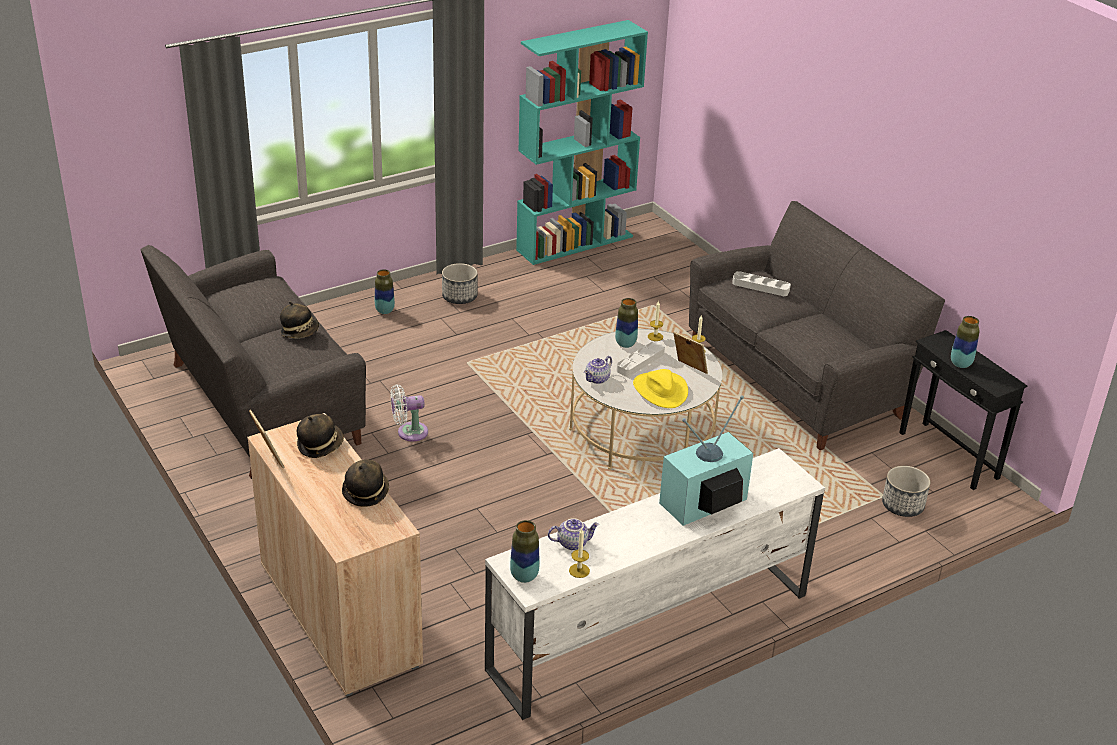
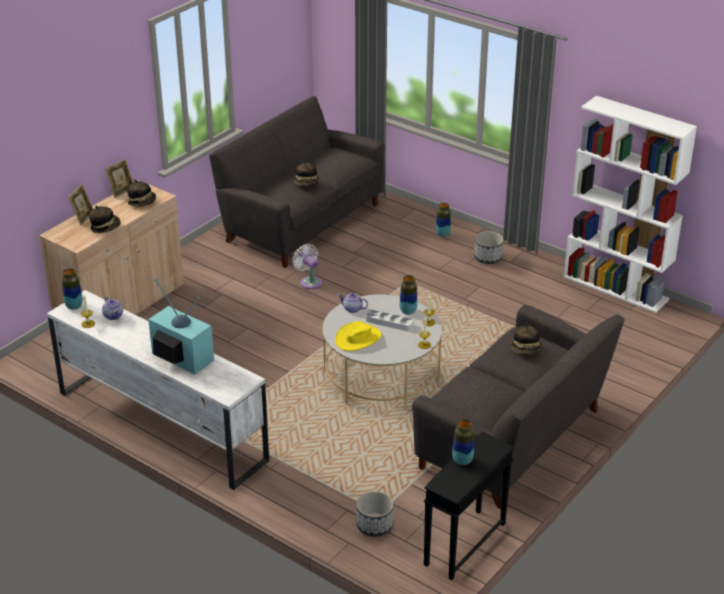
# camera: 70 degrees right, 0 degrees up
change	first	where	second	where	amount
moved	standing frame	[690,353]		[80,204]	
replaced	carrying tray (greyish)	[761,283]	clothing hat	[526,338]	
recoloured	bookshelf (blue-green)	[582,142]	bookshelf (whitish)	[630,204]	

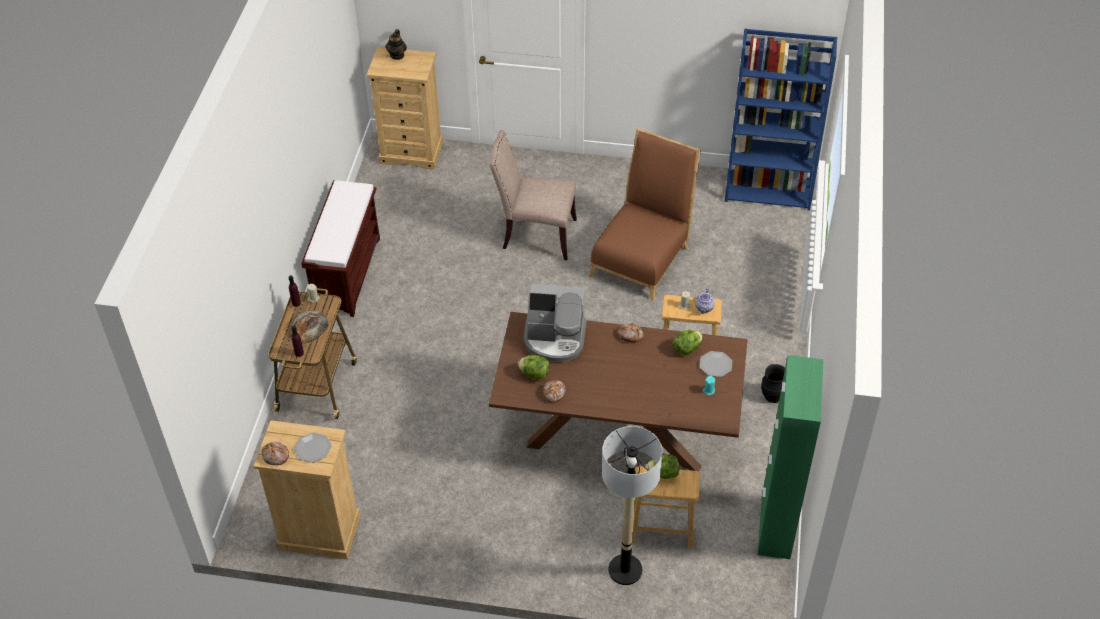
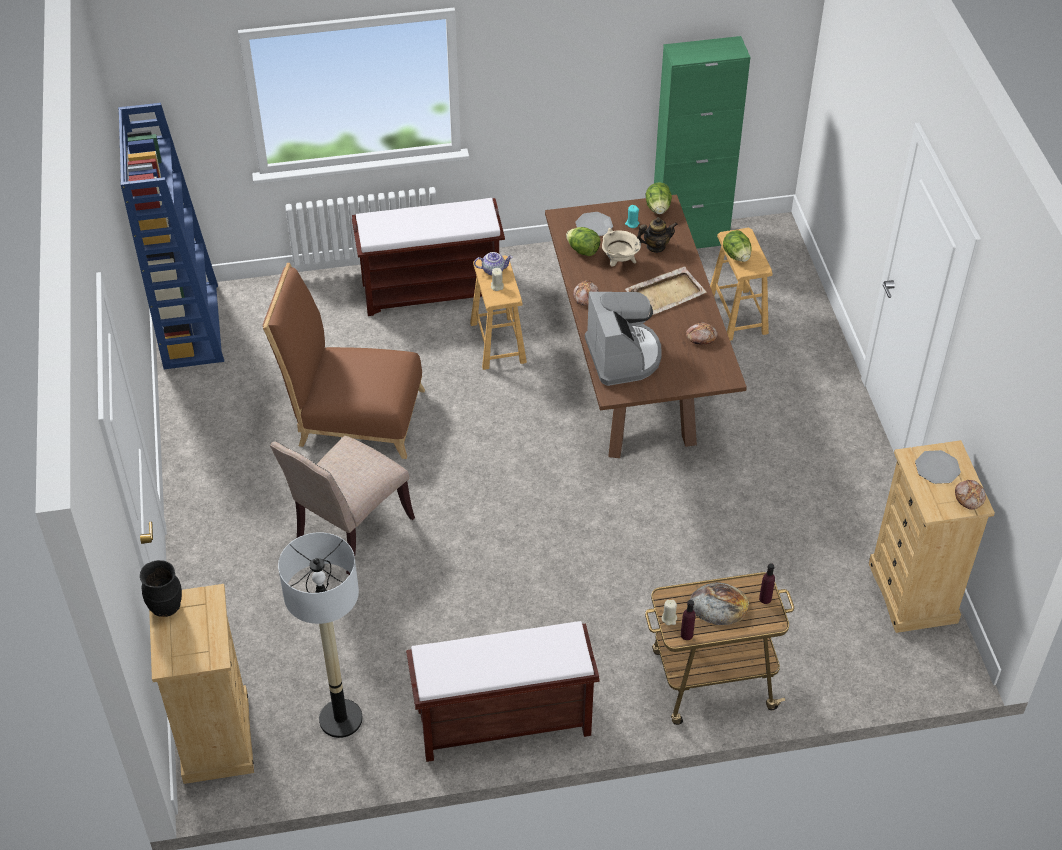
# camera: 110 degrees left, 0 degrees up
change	first	where	second	where	amount
moved	decorative vase (black-coloured)	[773,383]		[161,588]	
turned	plain chair (beige)	[533,195]		[342,505]	45 degrees clockwise
moved	standard lamp	[632,505]		[320,635]	
added			bench (brown)	[428,257]	
added			saucepot (beige)	[621,247]	
added			carrying tray (beige)	[666,290]	
moved	pot for tea	[396,44]		[657,235]	
moved	lettuce	[533,367]		[658,198]	

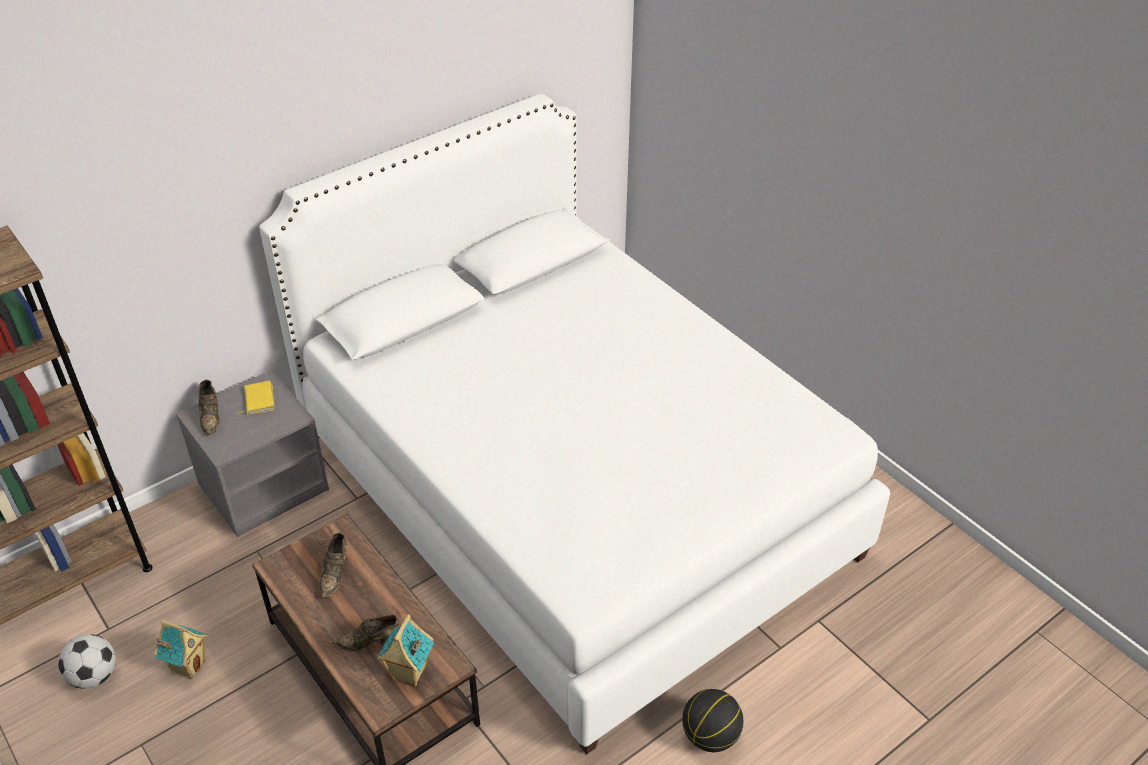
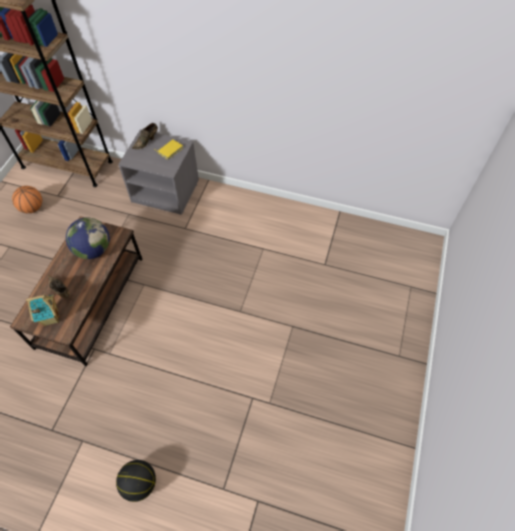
# camera: 55 degrees right, 15 degrees up
change	first	where	second	where	amount
replaced	football	[87,661]	basketball ball	[27,199]	
replaced	item of footwear (brown)	[333,565]	globe	[88,238]	
removed	miniature house	[180,649]			
removed	sleeping bed (whitish)	[574,423]			

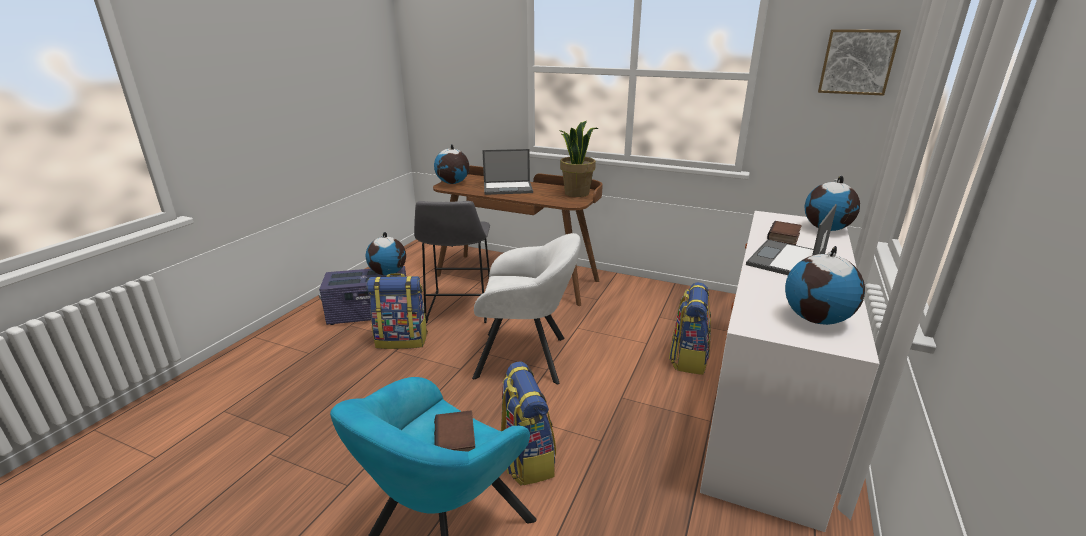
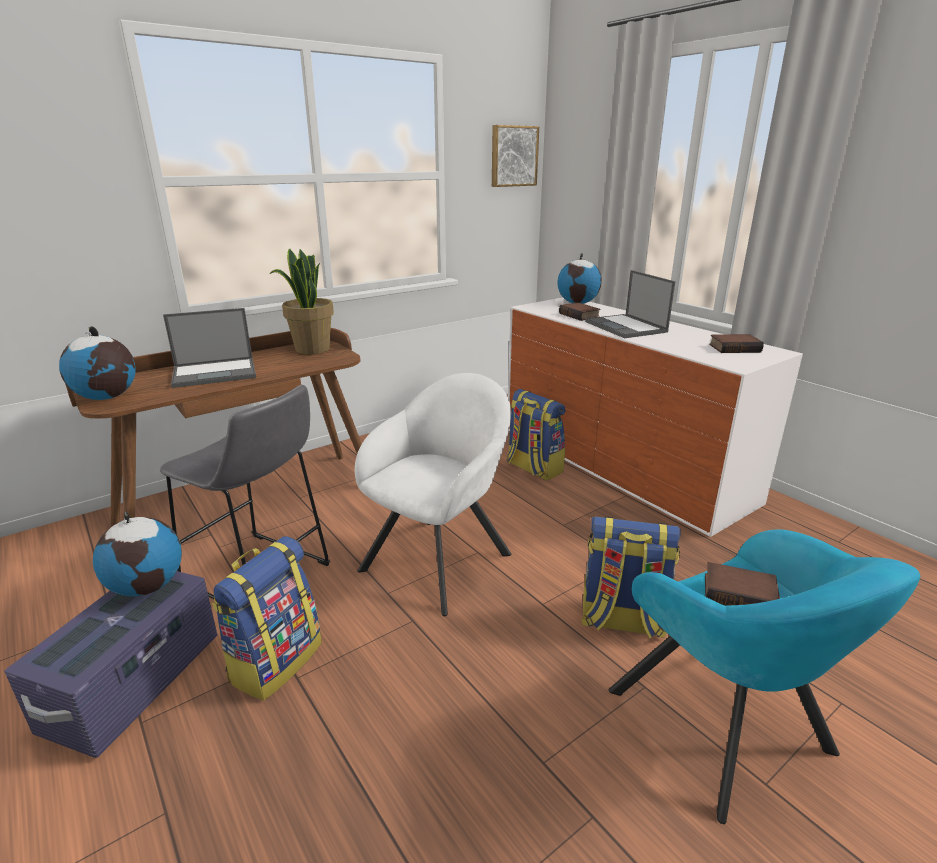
# camera: 60 degrees left, 0 degrees up
change	first	where	second	where	amount
turned	notebook computer	[507,172]		[209,348]	45 degrees clockwise
replaced	globe	[825,285]	volume	[736,343]	

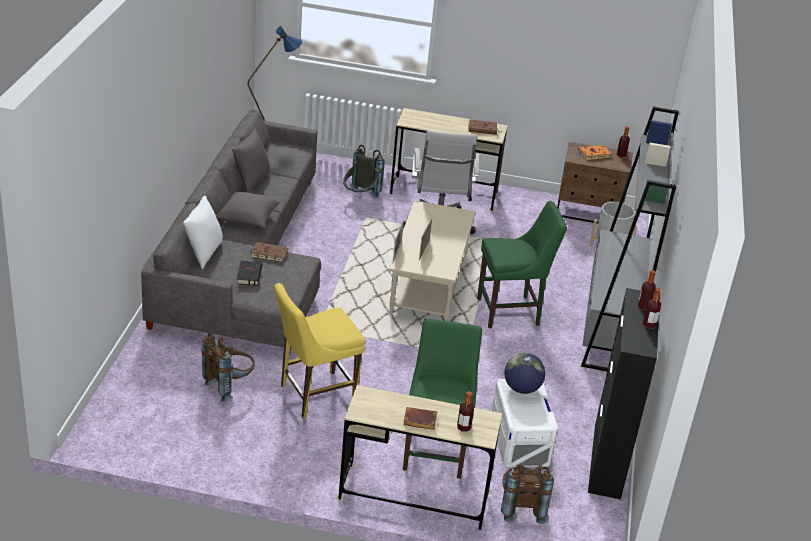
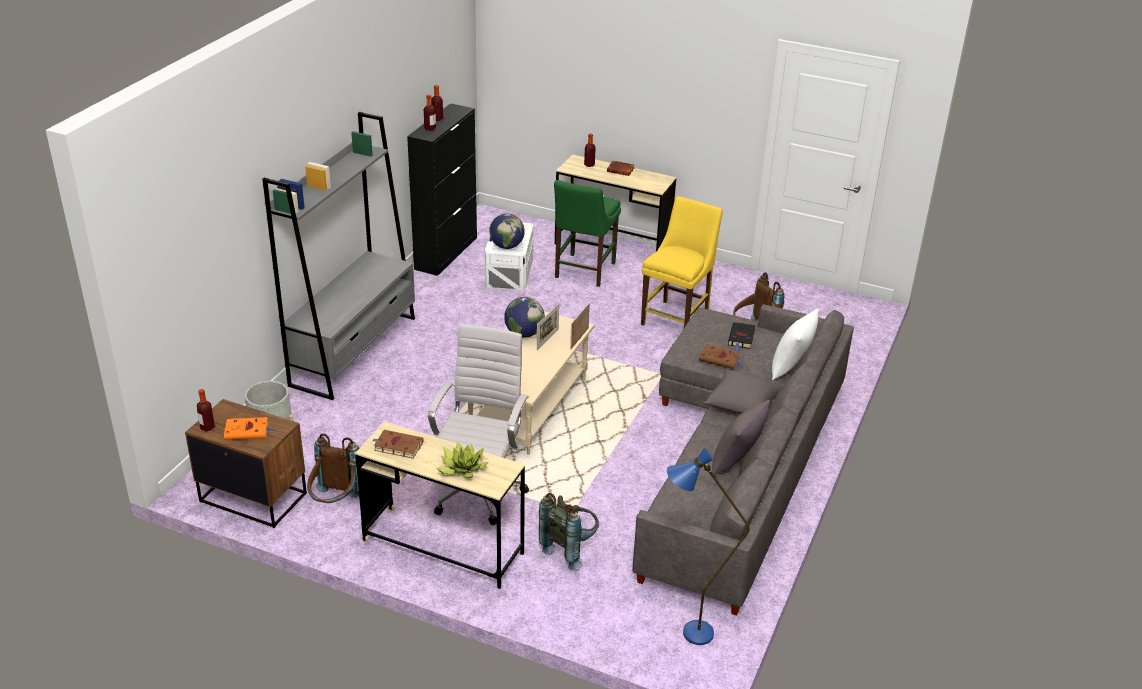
# camera: 165 degrees left, 0 degrees up
change	first	where	second	where	amount
moved	knapsack (brown)	[527,494]		[333,468]	
added			houseplant	[462,460]	
added			globe	[524,317]	
turned	plain chair (yellow)	[319,351]		[682,261]	45 degrees counterclockwise
removed	plain chair (greenish)	[522,264]			

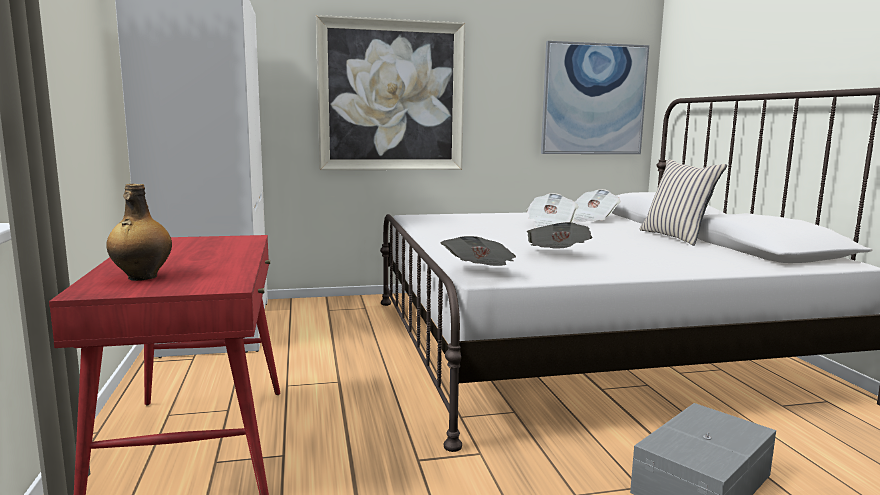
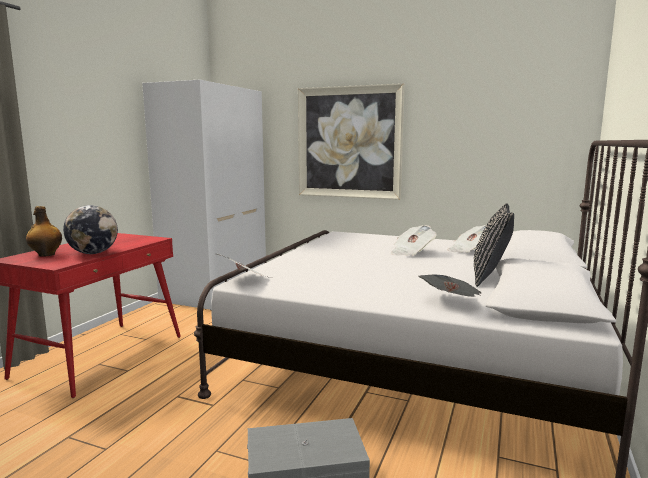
# camera: 35 degrees right, 0 degrees up
change	first	where	second	where	amount
added			globe	[90,229]	
moved	printed paper	[559,235]		[449,286]	
recoloured	cushion (beige)	[683,202]	cushion (black-coloured)	[494,245]	
removed	wall art	[595,97]			

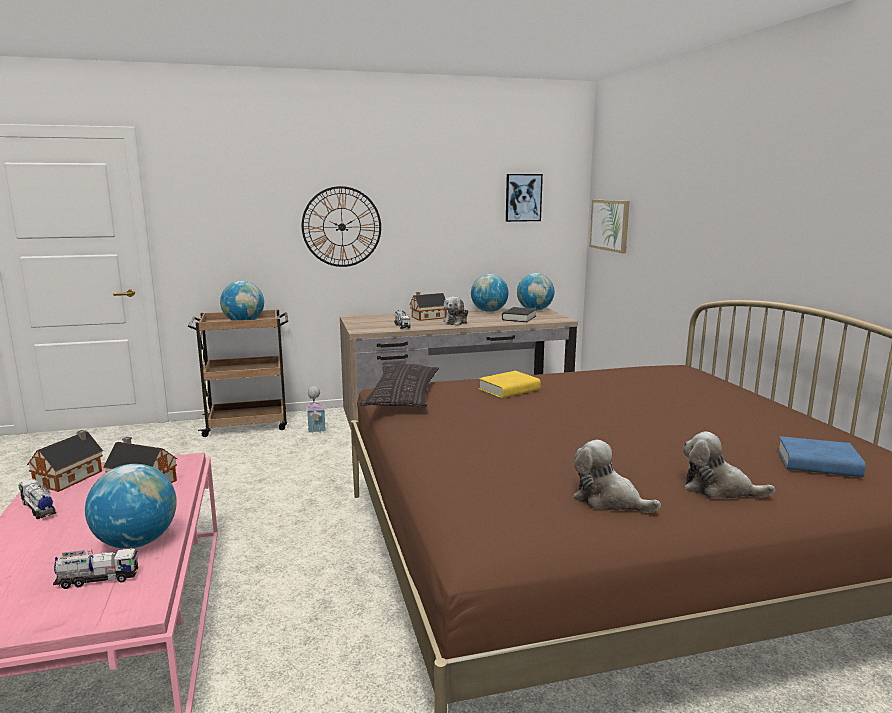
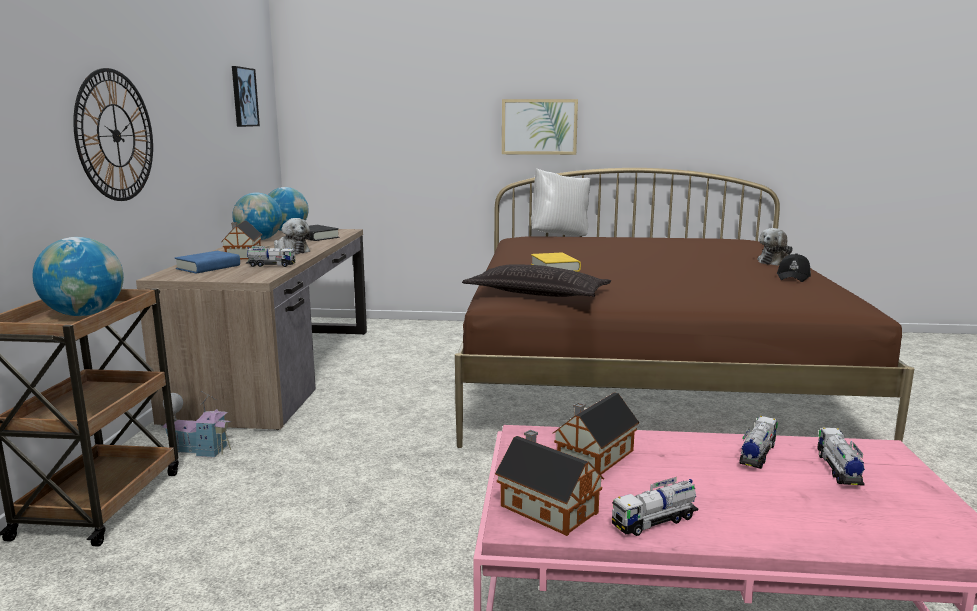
# camera: 70 degrees left, 0 degrees up
change	first	where	second	where	amount
moved	volume (bluish)	[821,456]		[207,262]	
moved	wall art	[610,226]		[540,127]	
added			cushion (whitish)	[561,202]	
replaced	globe	[131,506]	model truck	[758,442]	
replaced	soft toy	[617,476]	cap (black-coloured)	[794,267]	

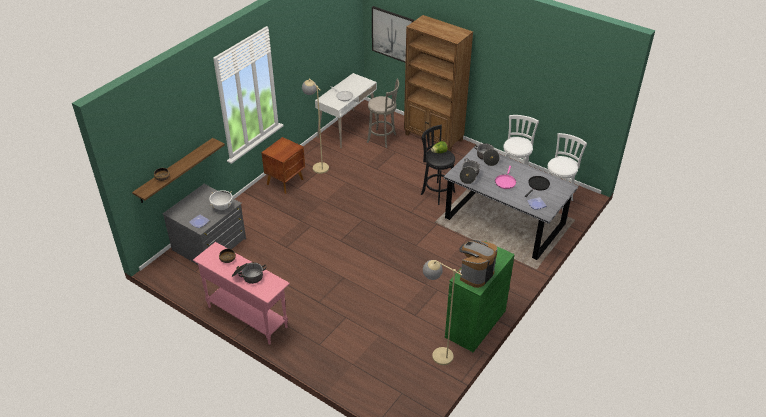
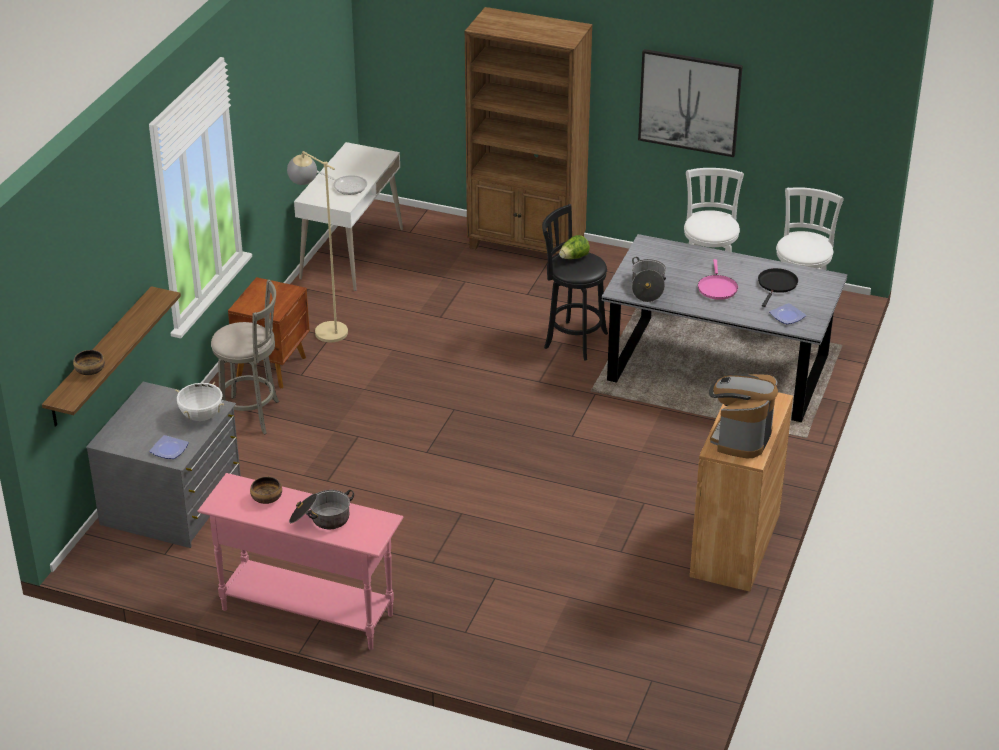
# camera: 15 degrees left, 5 degrees down
change	first	where	second	where	amount
moved	stool seat (greyish)	[383,113]		[245,357]	
moved	wall art	[393,34]		[690,103]	
recoloured	cabinet (greenish)	[480,296]	cabinet (brown)	[741,492]	
removed	standard lamp (beige)	[442,312]			
removed	saucepot	[487,154]			

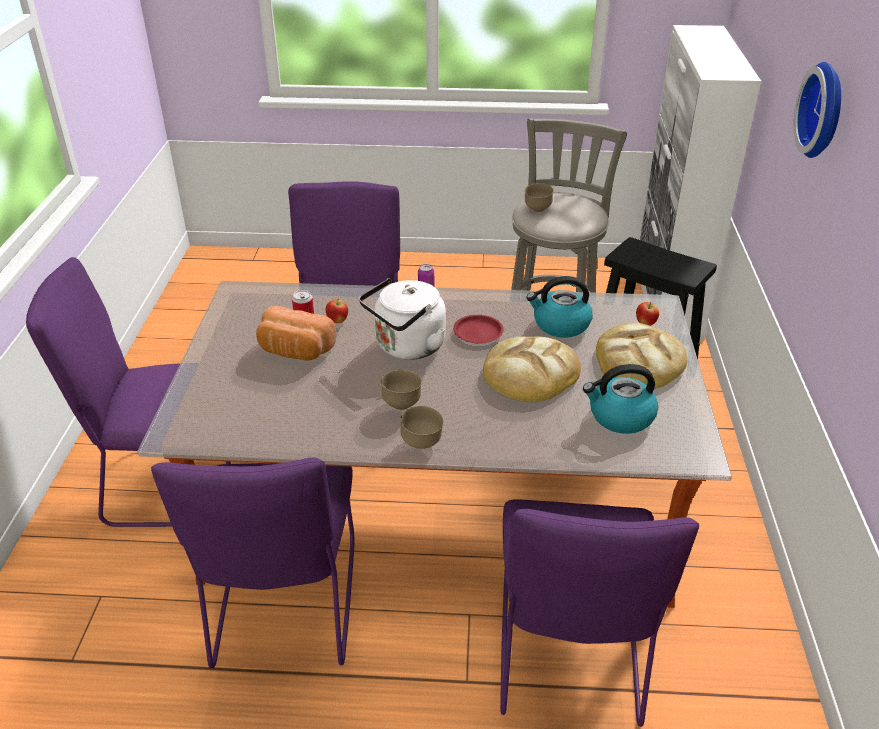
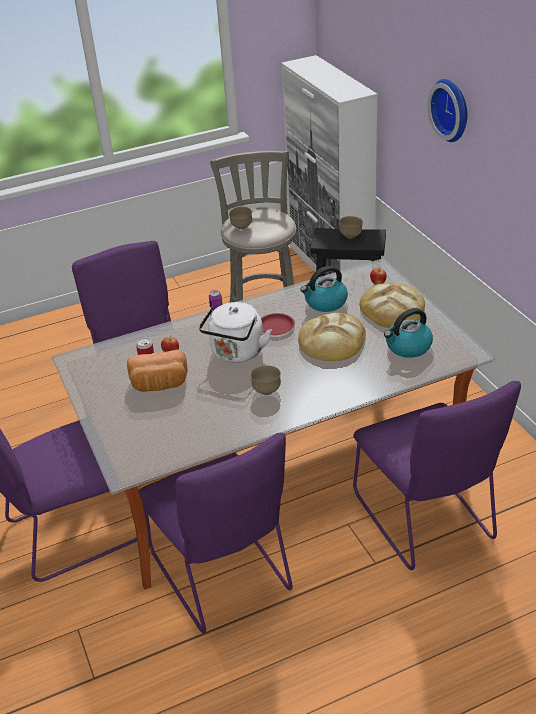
# camera: 25 degrees left, 0 degrees up
change	first	where	second	where	amount
moved	deep dish (brown)	[422,427]		[351,227]	

